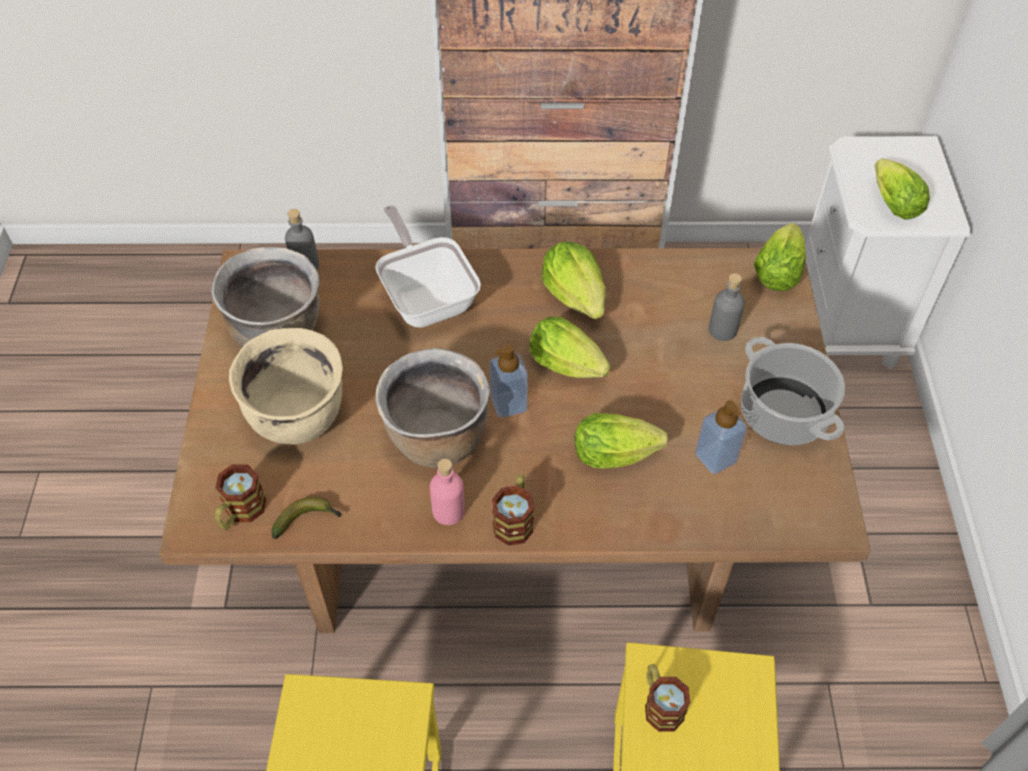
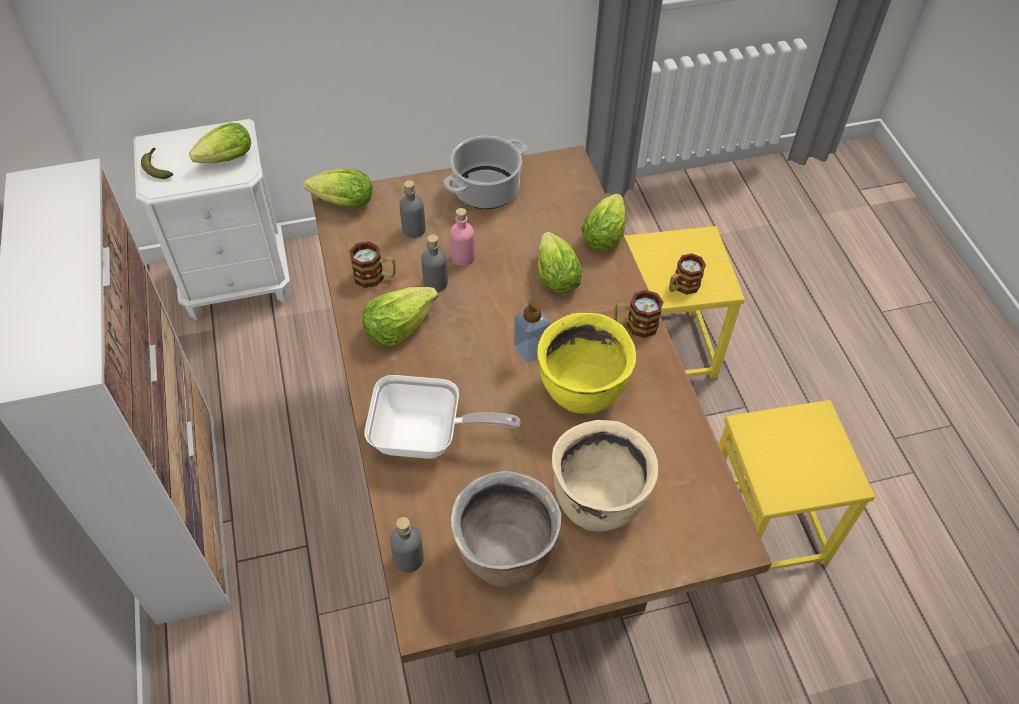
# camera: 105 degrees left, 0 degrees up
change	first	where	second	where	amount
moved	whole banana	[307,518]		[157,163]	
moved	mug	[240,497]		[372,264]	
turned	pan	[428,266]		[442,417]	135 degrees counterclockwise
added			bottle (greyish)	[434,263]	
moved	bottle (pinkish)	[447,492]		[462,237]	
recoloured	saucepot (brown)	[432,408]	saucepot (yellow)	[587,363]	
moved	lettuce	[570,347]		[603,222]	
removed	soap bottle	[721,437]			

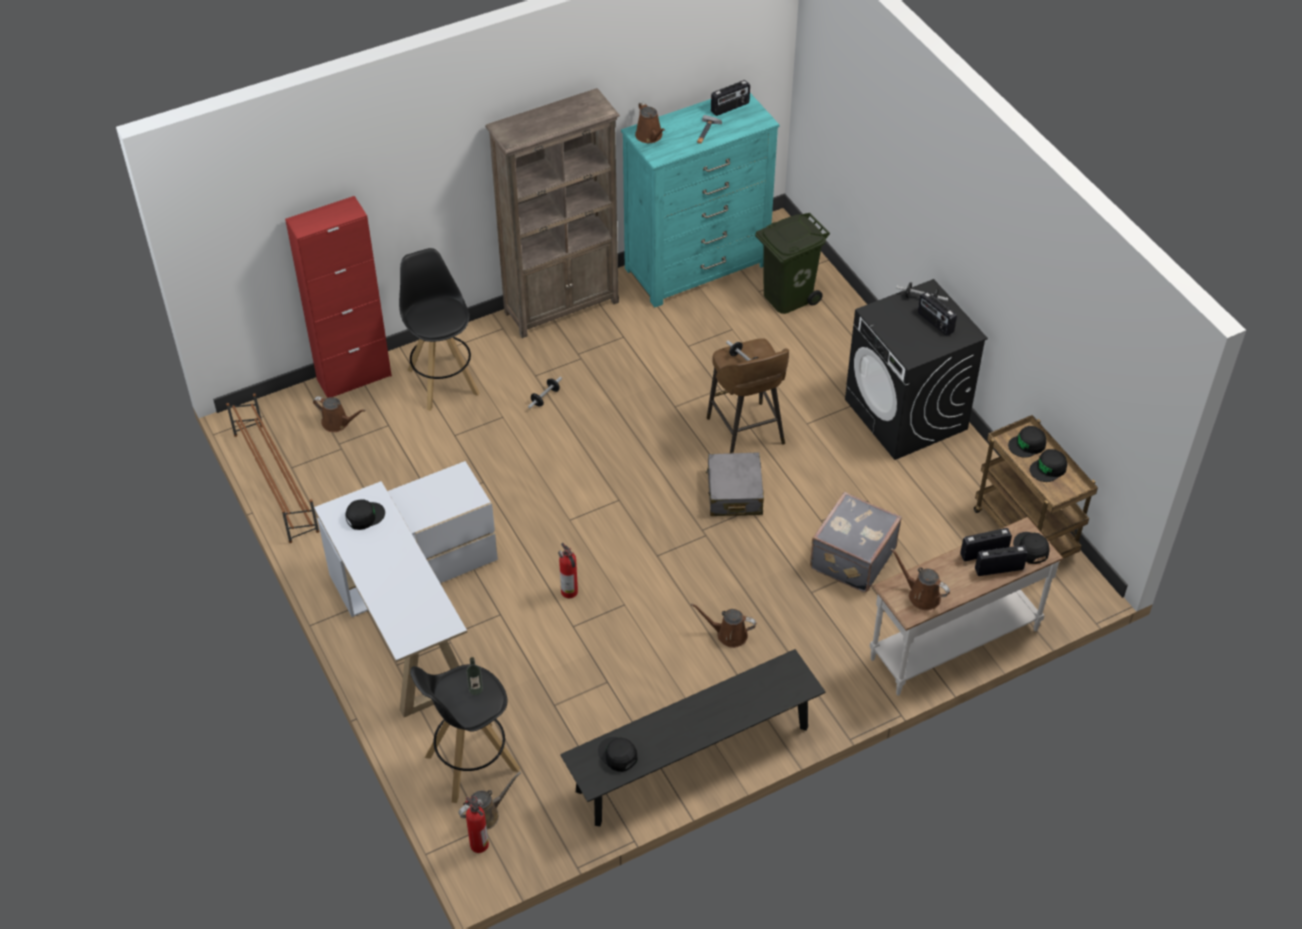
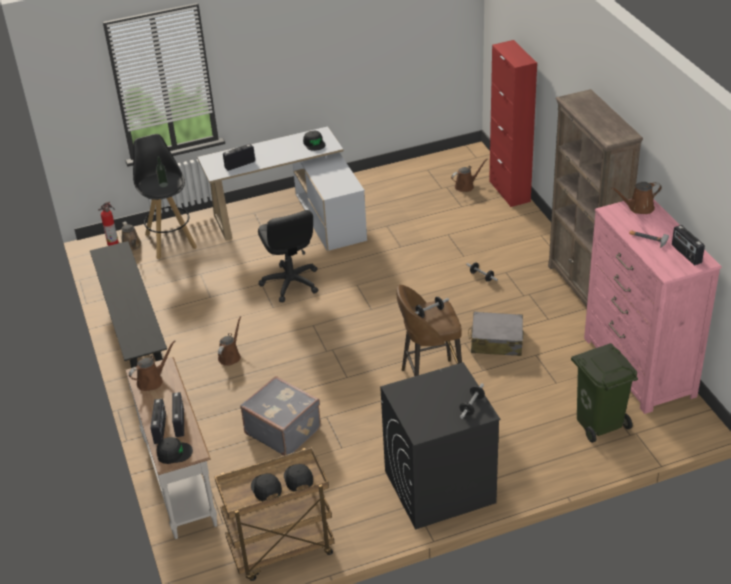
# camera: 100 degrees right, 10 degrees down
change	first	where	second	where	amount
moved	radio	[937,313]		[239,157]	
replaced	extinguisher	[568,570]	desk chair (black-coloured)	[288,256]	
turned	watering pot (brown)	[339,414]		[469,175]	150 degrees counterclockwise
moved	piece of luggage (greyish)	[735,484]		[496,334]	
recoloured	chest of drawers (blue-green)	[700,200]	chest of drawers (pinkish)	[653,306]	
removed	shoe stand (brown)	[272,468]			
removed	stool seat (black-coloured)	[439,329]			
removed	cap (black-coloured)	[618,754]			

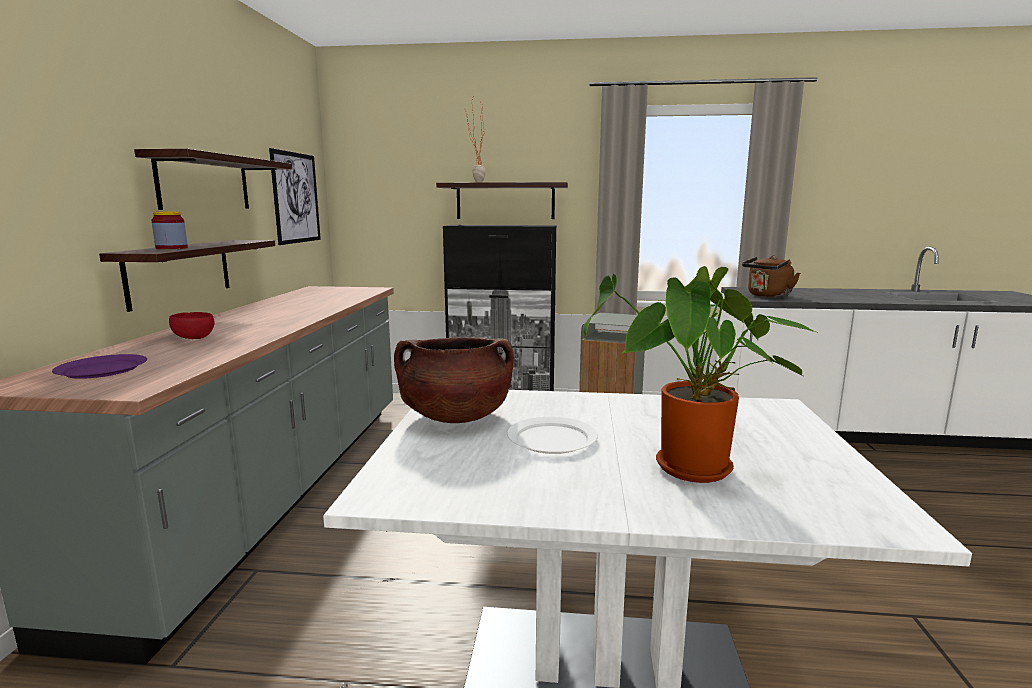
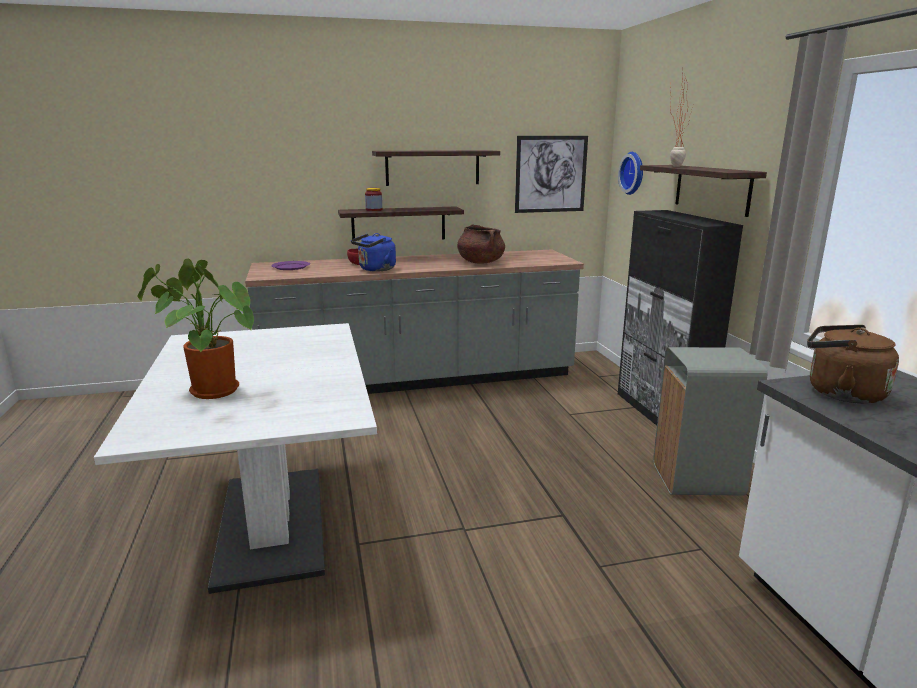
# camera: 70 degrees right, 5 degrees up
change	first	where	second	where	amount
added			kettle (bluish)	[373,252]	
moved	saucepot (brown)	[454,380]		[481,243]	
added			wall clock	[630,173]	
removed	flat dish (whitish)	[552,435]			

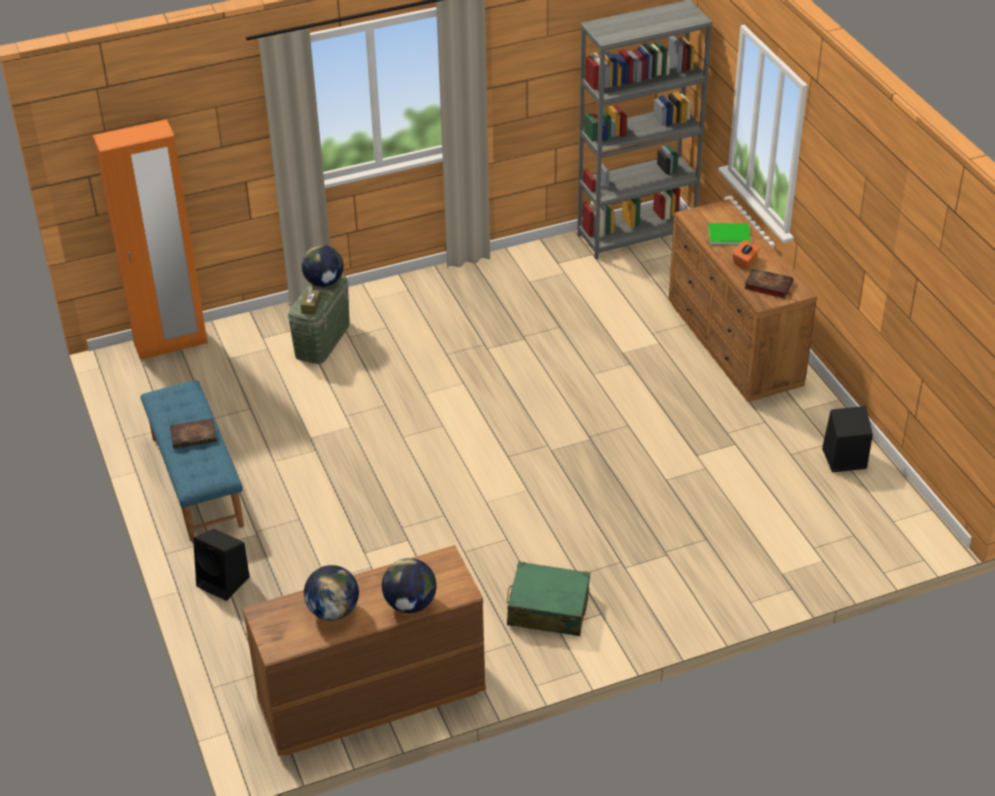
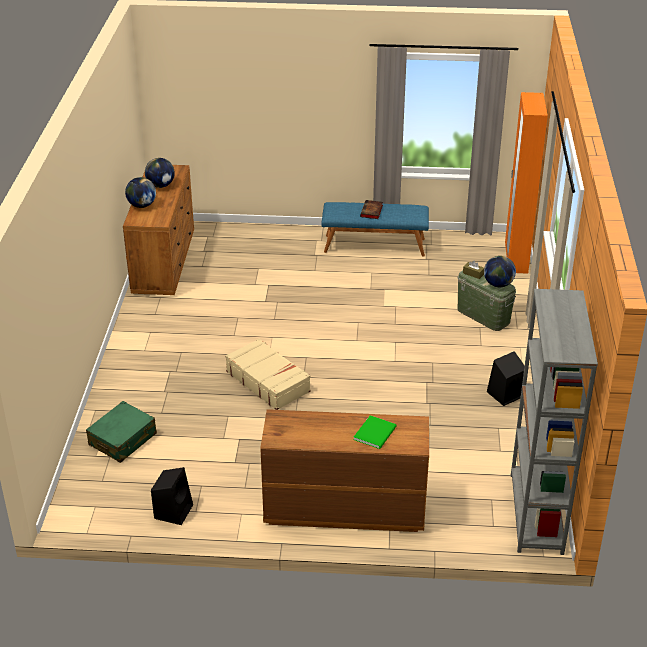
# camera: 115 degrees right, 5 degrees down
change	first	where	second	where	amount
moved	piece of luggage (greenish)	[548,599]		[121,432]	
added			piece of luggage (beige)	[267,374]	
moved	loudspeaker (black-coloured)	[221,565]		[506,378]	
removed	box of tissues (orange-coloured)	[746,254]			
removed	volume	[768,283]			

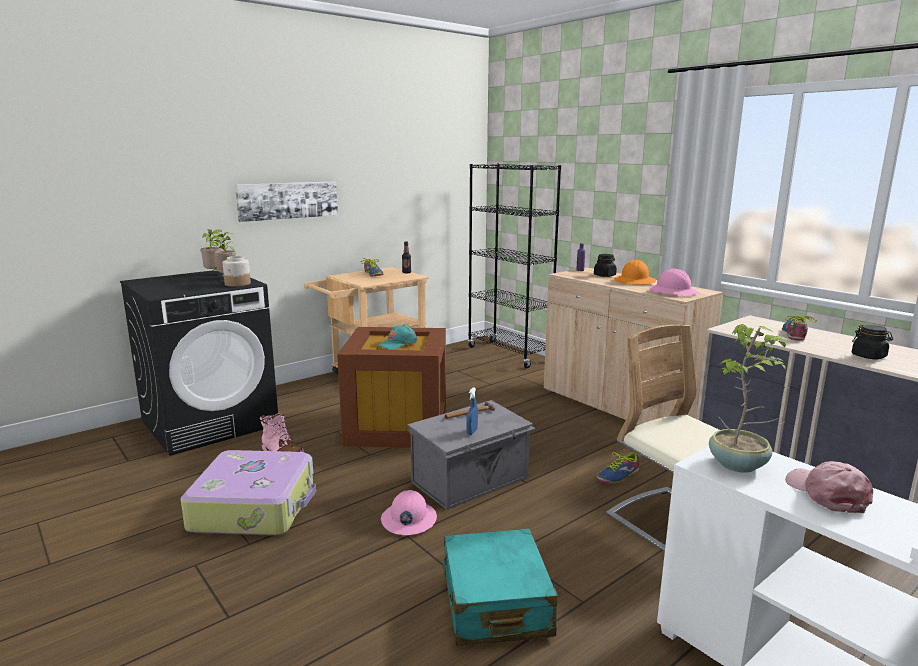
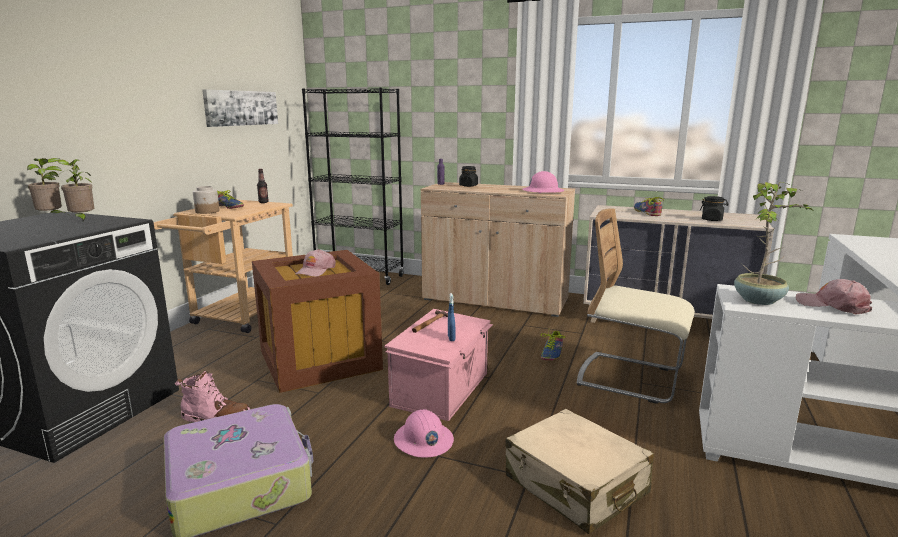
# camera: 30 degrees left, 0 degrees up
change	first	where	second	where	amount
moved	storage jar	[237,271]		[206,200]	
moved	wall art	[286,201]		[240,108]	
recoloured	cap (blue-green)	[397,337]	cap (pinkish)	[316,263]	
recoloured	storage bin (greyish)	[471,455]	storage bin (pinkish)	[438,365]	
recoloured	piece of luggage (blue-green)	[500,587]	piece of luggage (beige)	[579,471]	
removed	work helmet (orange-coloured)	[635,272]			

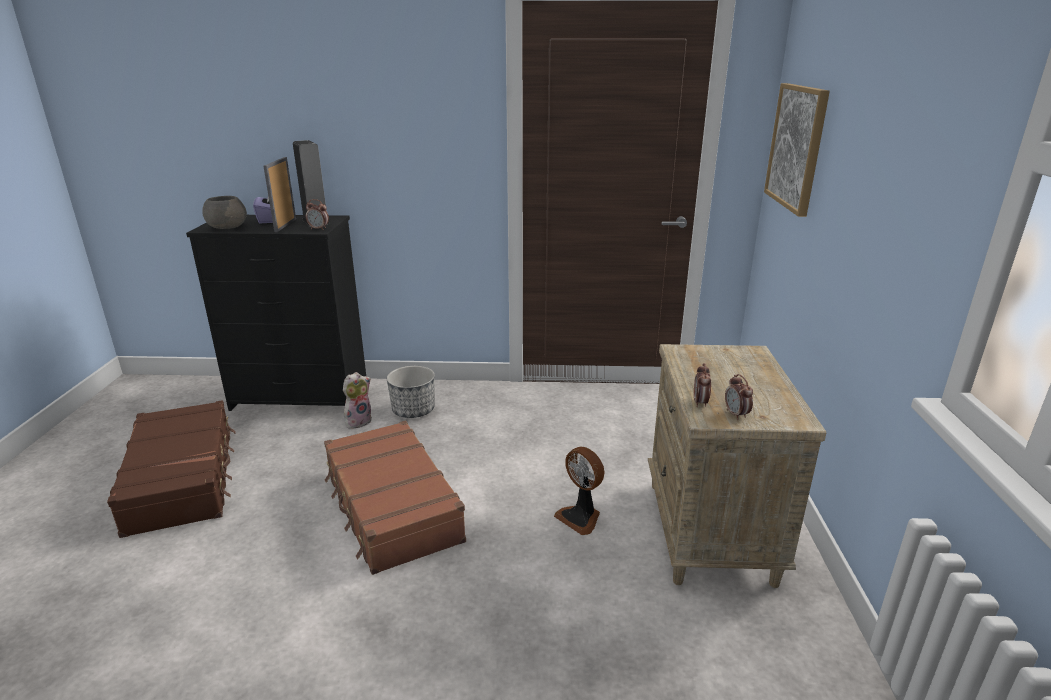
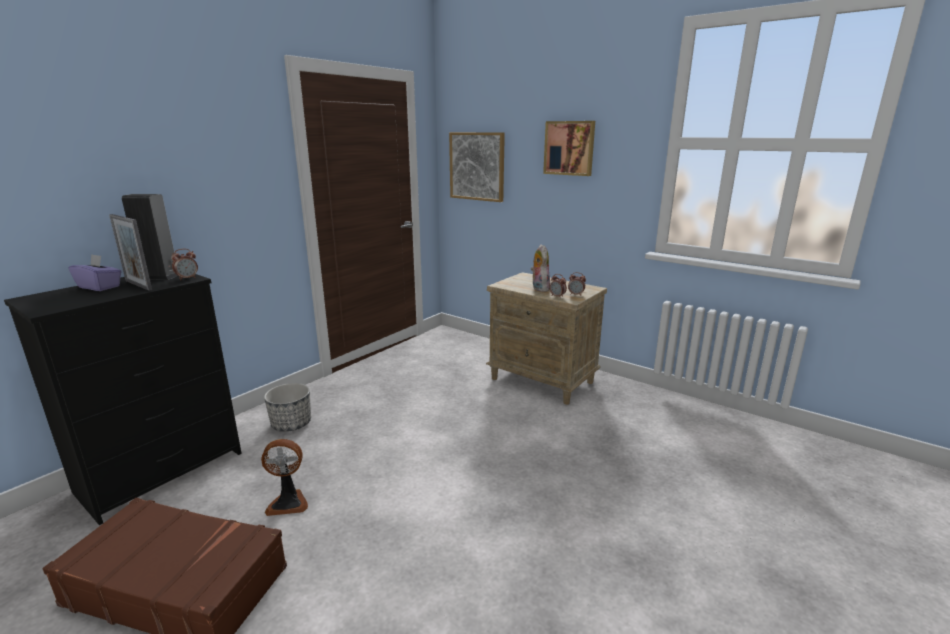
# camera: 55 degrees left, 5 degrees down
change	first	where	second	where	amount
moved	electric fan	[579,491]		[284,477]	
moved	soft toy	[357,400]		[540,268]	
added			wall art	[569,148]	
removed	deep dish (greyish)	[224,212]			
removed	piece of luggage (brown)	[395,498]			

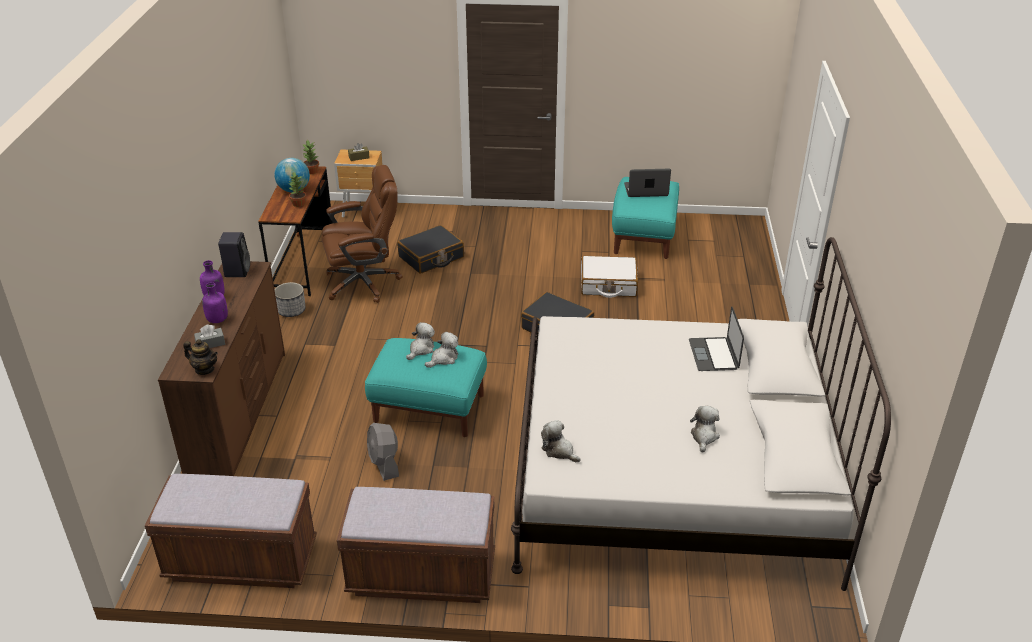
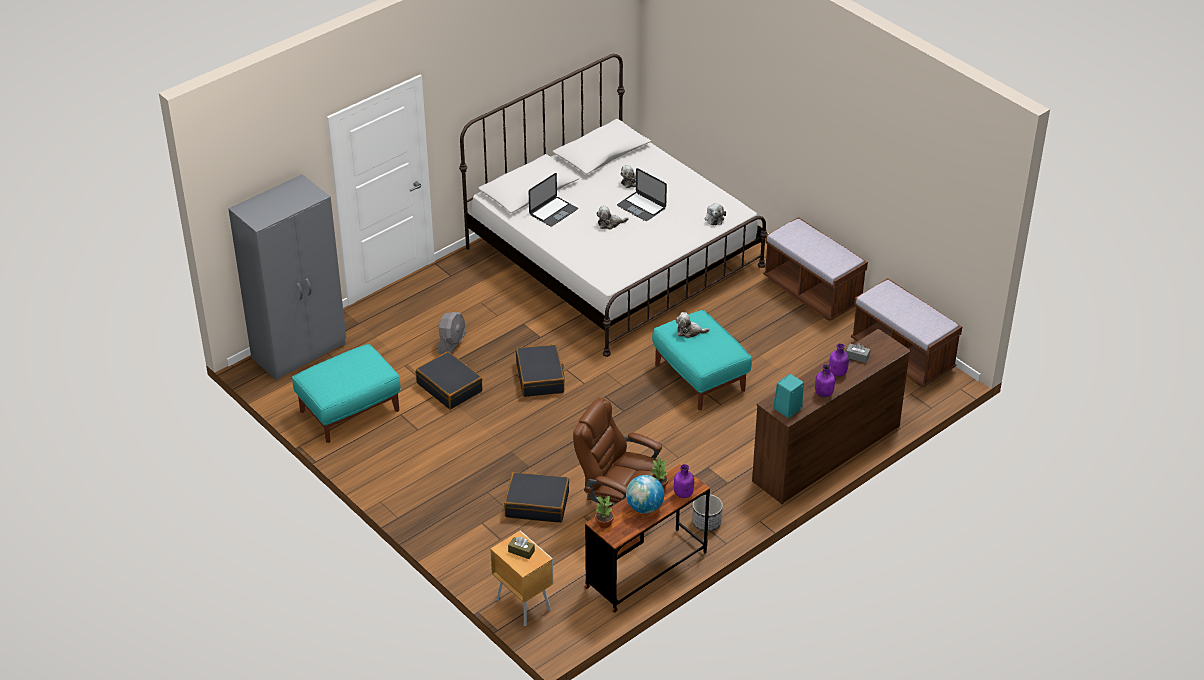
# camera: 135 degrees left, 5 degrees up
change	first	where	second	where	amount
added			wardrobe (greyish)	[287,277]	
recoloured	piece of luggage (whitish)	[609,277]	piece of luggage (black-coloured)	[449,380]	
moved	electric fan (greyish)	[383,452]		[452,333]	
moved	soft toy	[420,341]		[612,217]	
moved	notebook computer	[647,183]		[642,194]	
added			bottle (purplish)	[684,481]	
recoloured	loudspeaker (black-coloured)	[234,254]	loudspeaker (blue-green)	[789,396]	
removed	pot for tea	[200,357]			

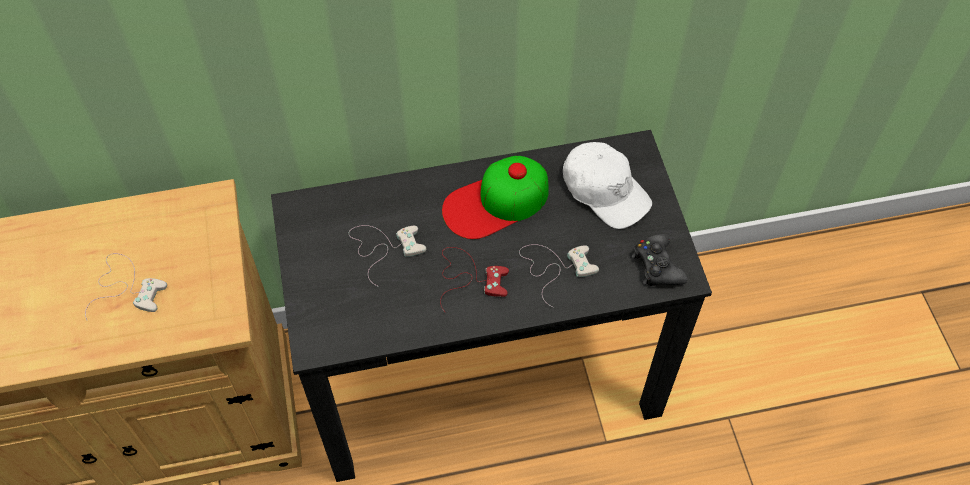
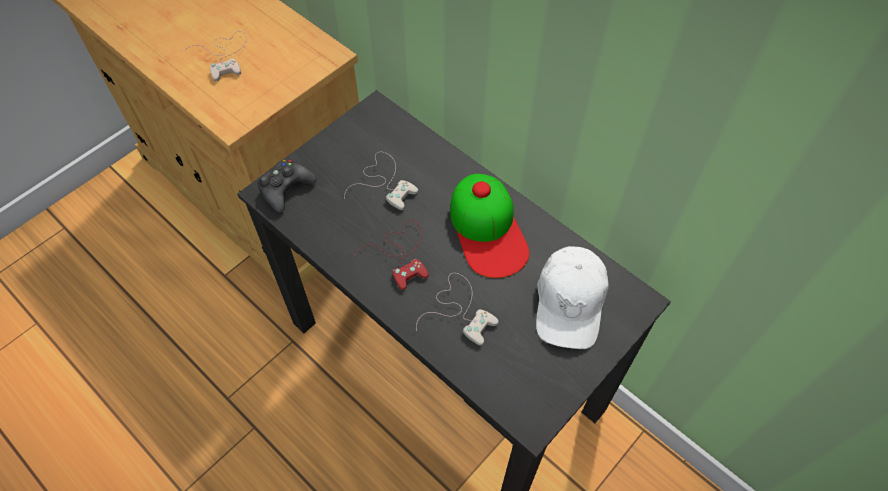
# camera: 55 degrees right, 0 degrees up
change	first	where	second	where	amount
moved	game controller (black-coloured)	[660,260]		[287,186]	
turned	cap	[495,197]		[489,226]	135 degrees counterclockwise

